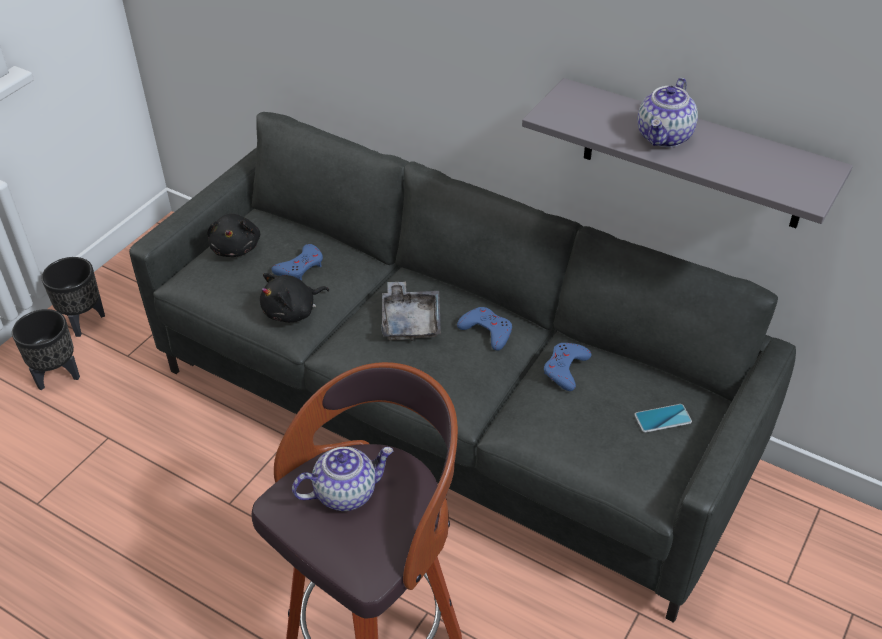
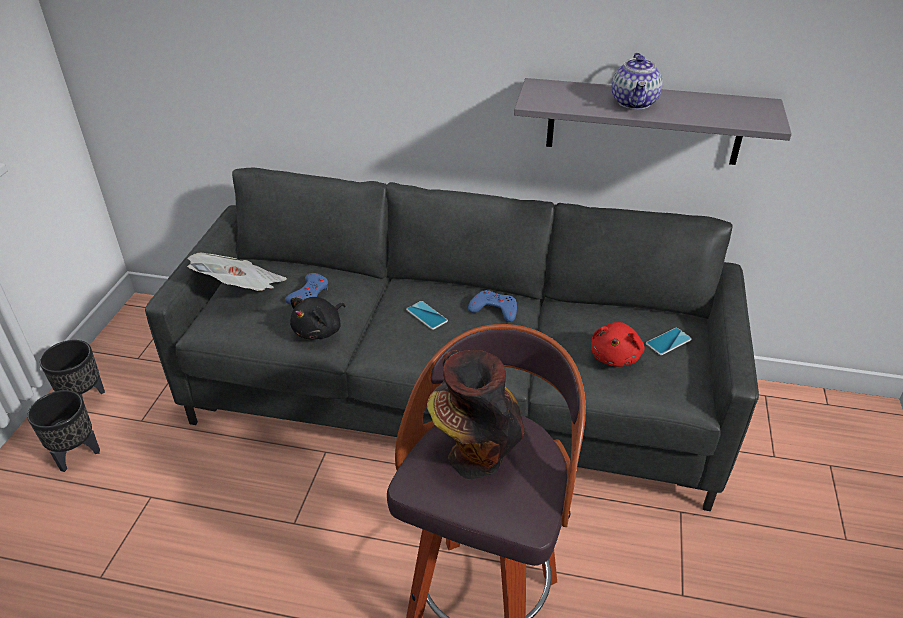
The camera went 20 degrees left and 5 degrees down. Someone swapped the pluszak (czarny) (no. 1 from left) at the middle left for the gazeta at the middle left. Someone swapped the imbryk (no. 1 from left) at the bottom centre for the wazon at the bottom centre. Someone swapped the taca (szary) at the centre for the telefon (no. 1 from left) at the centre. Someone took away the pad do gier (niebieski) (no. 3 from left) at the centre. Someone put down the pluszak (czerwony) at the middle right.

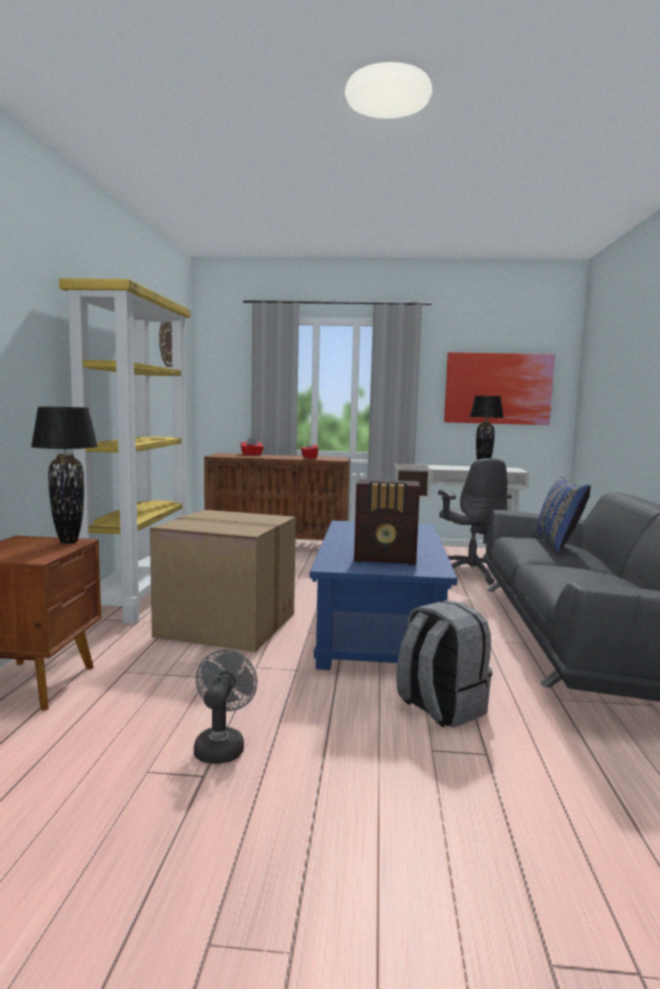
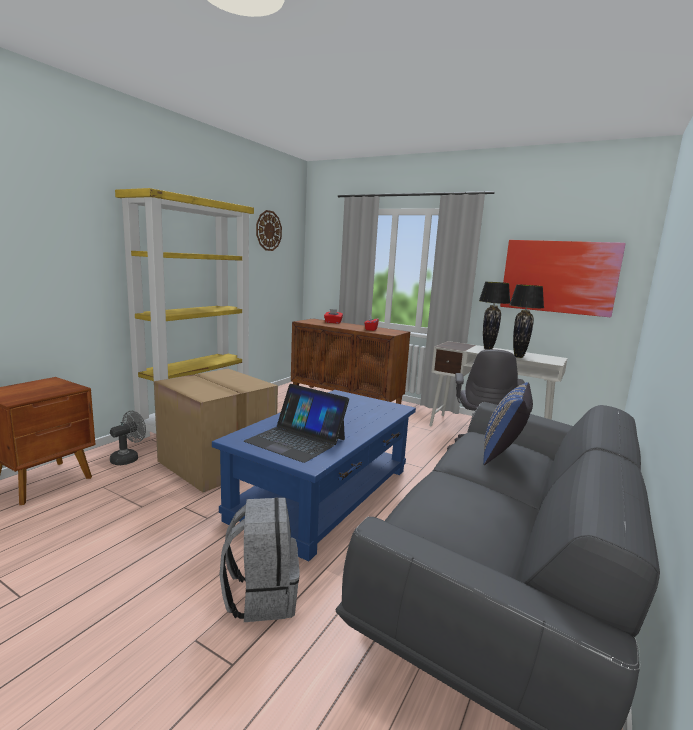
The camera went 25 degrees right and 5 degrees up. Someone carried the lampa stołowa (czarny) (no. 1 from left) from the middle left to the middle right. Someone carried the wentylator (szary) from the bottom centre to the middle left. Someone swapped the radio at the centre for the laptop at the centre.

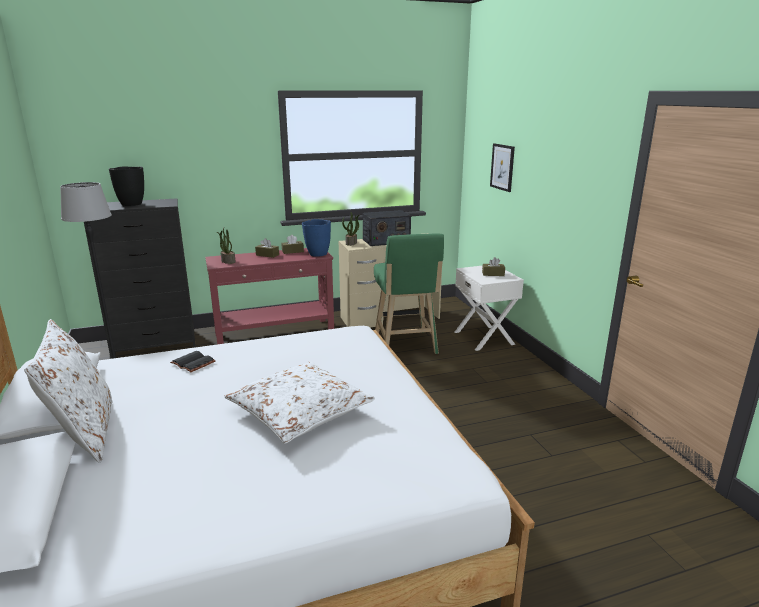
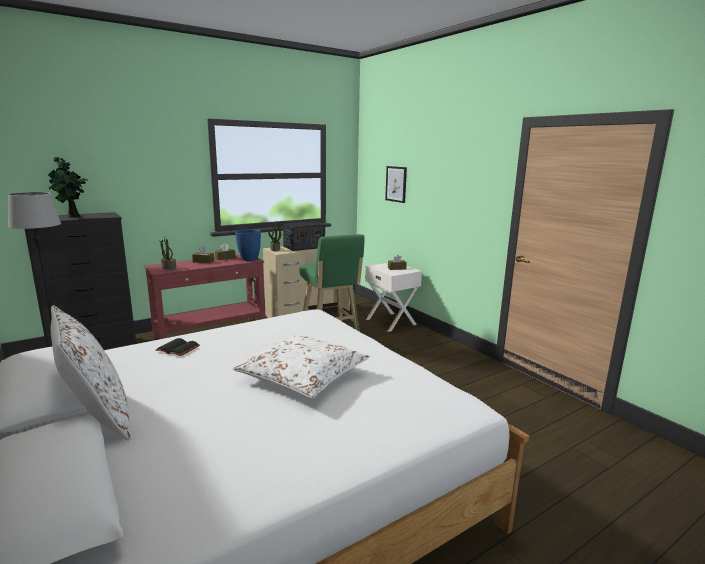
The camera went 15 degrees left and 5 degrees down. Someone swapped the wazon (czarny) at the top left for the roślina doniczkowa (no. 1 from left) at the top left.

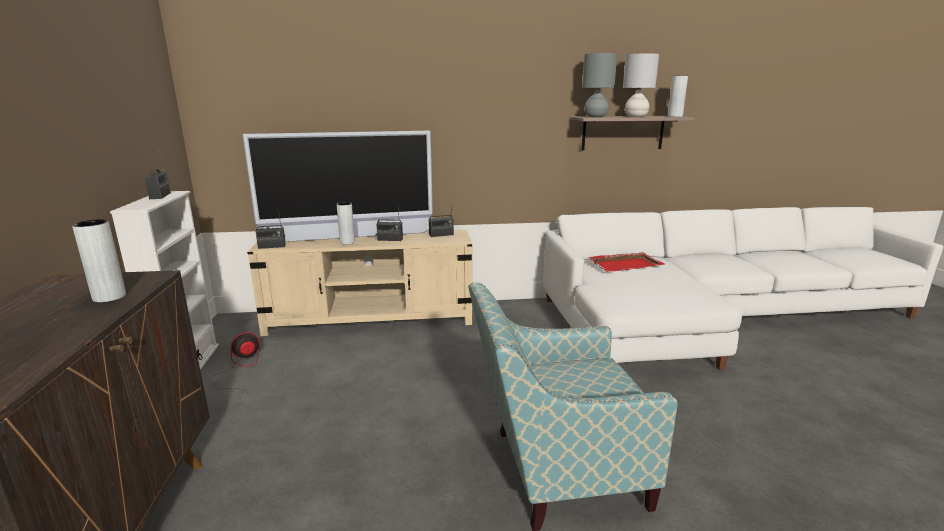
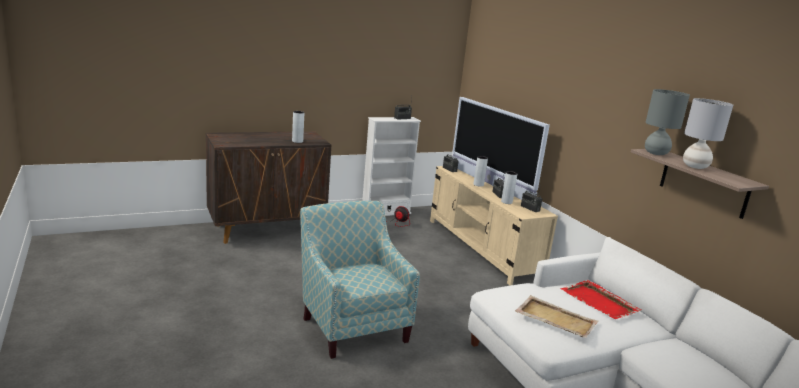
The camera went 70 degrees right and 0 degrees up. Someone carried the wazon (szary) (no. 3 from left) from the top right to the centre. Someone put down the taca (beżowy) at the bottom right.

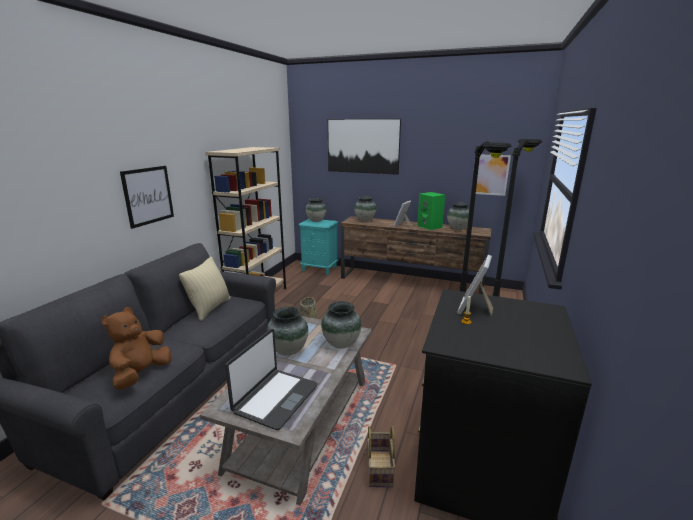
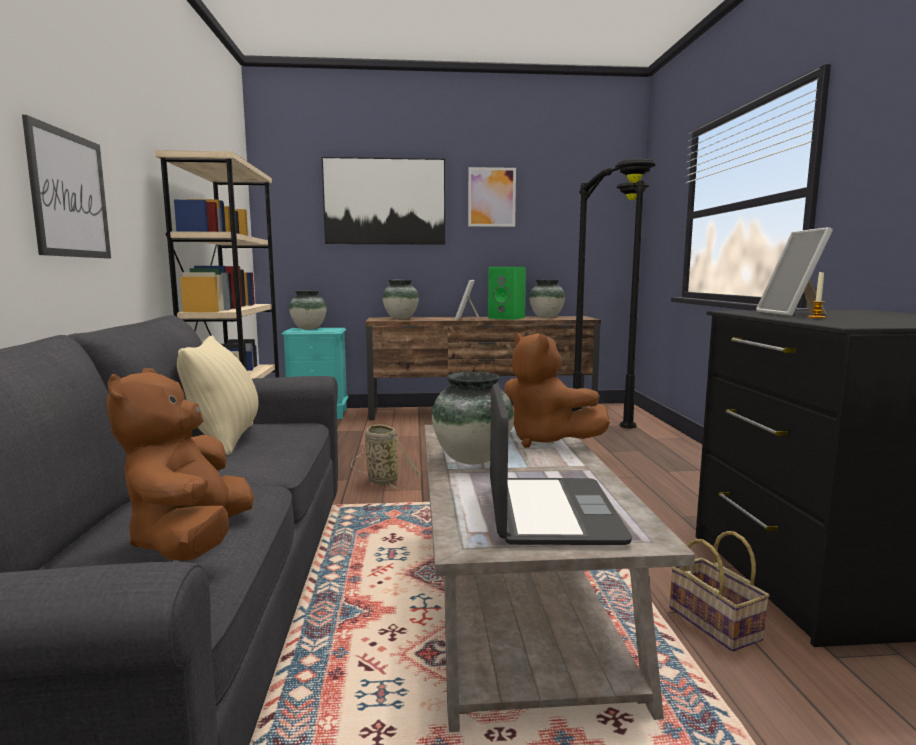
The camera went 25 degrees left and 10 degrees down. Someone swapped the wazon (no. 3 from left) at the centre for the pluszak (brązowy) (no. 2 from left) at the centre. Someone carried the obraz (no. 3 from left) from the middle right to the top centre.

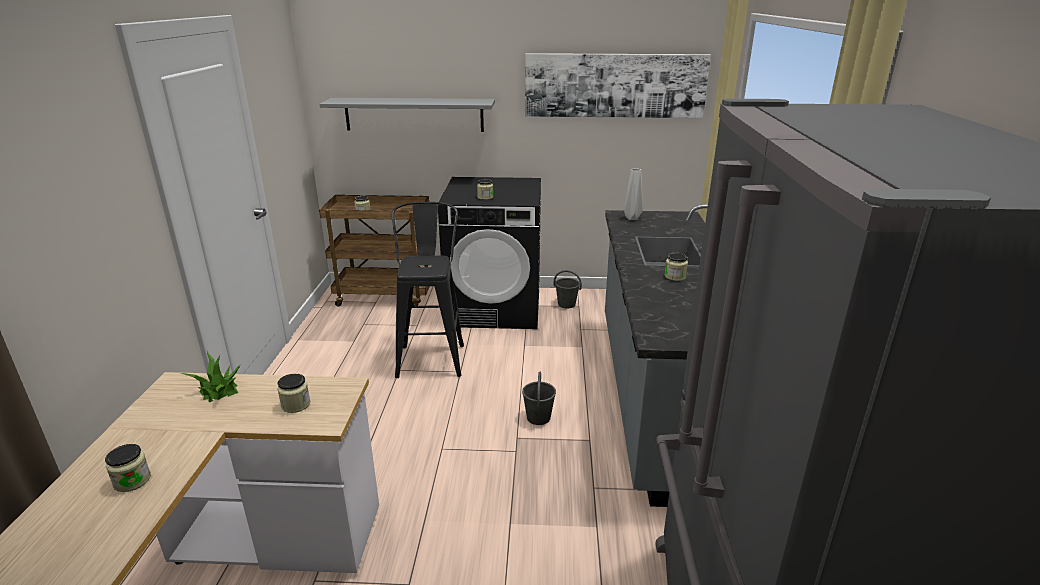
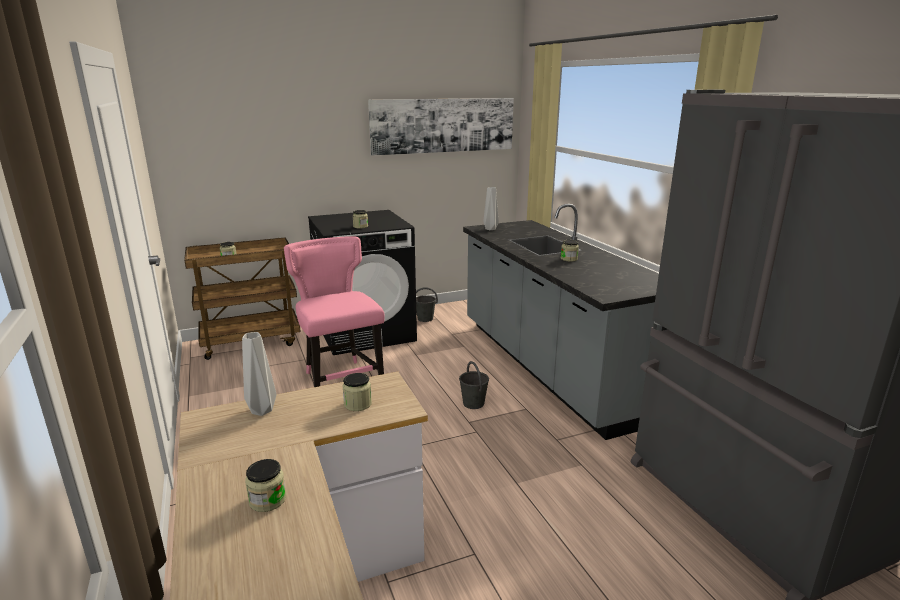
The camera went 25 degrees left and 5 degrees down. Someone swapped the roślina doniczkowa at the middle left for the wazon (szary) (no. 1 from left) at the middle left. Someone took away the półka (szary) at the top centre. Someone swapped the stołek (czarny) at the centre for the krzesło (różowy) at the centre.

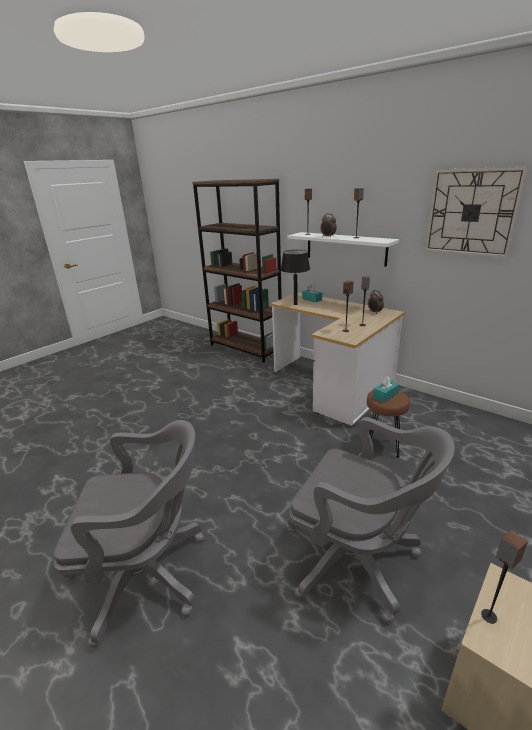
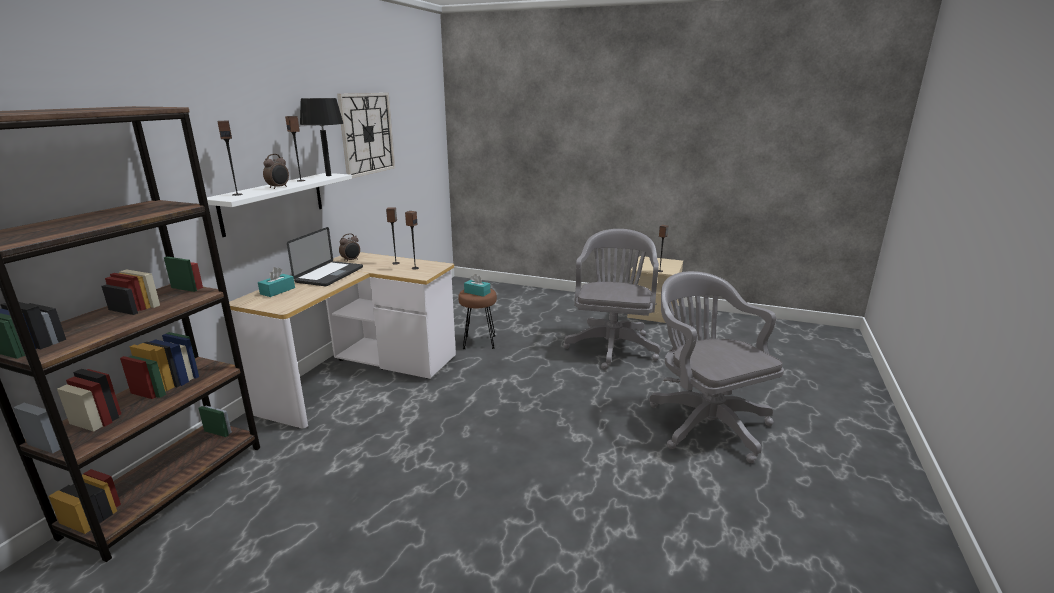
The camera went 110 degrees left and 5 degrees down. Someone carried the lampa stołowa (czarny) from the centre to the top left. Someone put down the laptop at the middle left.

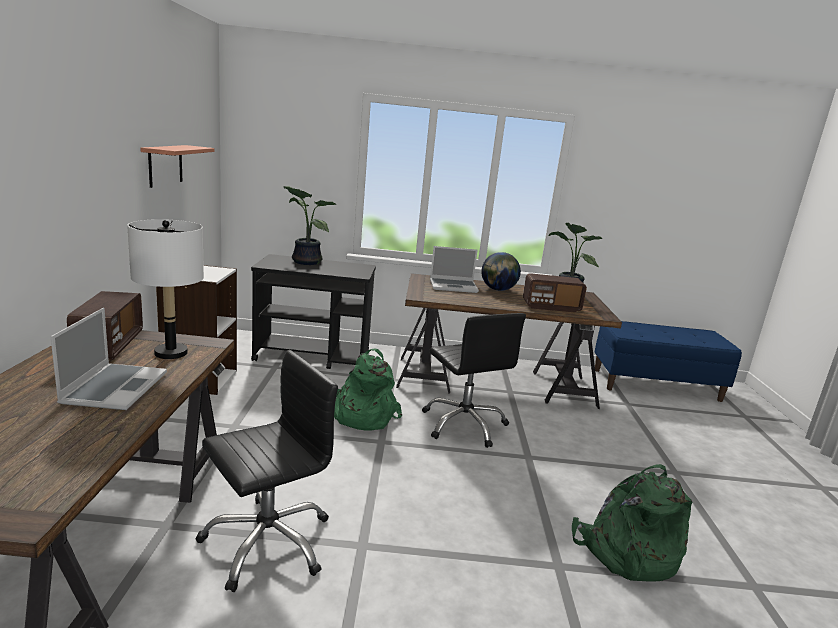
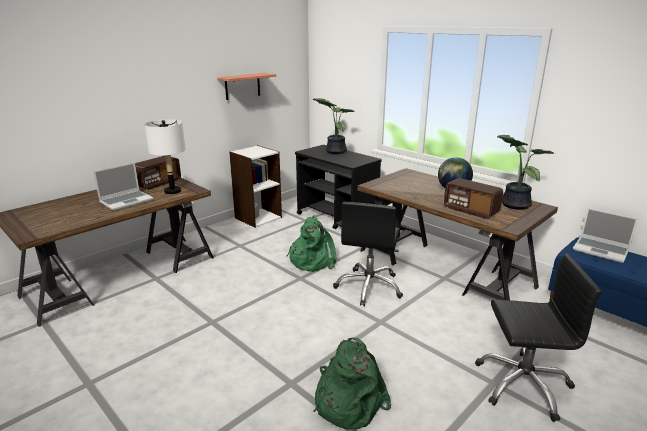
The camera went 45 degrees right and 5 degrees up. Someone carried the krzesło biurowe (czarny) (no. 1 from left in the first image) from the bottom left to the bottom right. Someone carried the laptop (no. 2 from left) from the centre to the middle right.

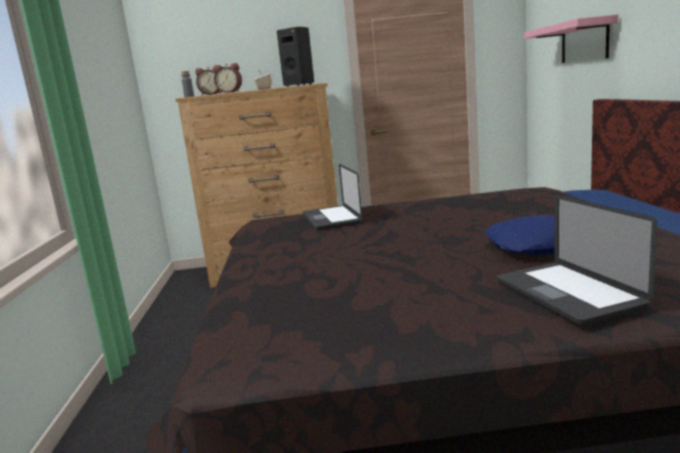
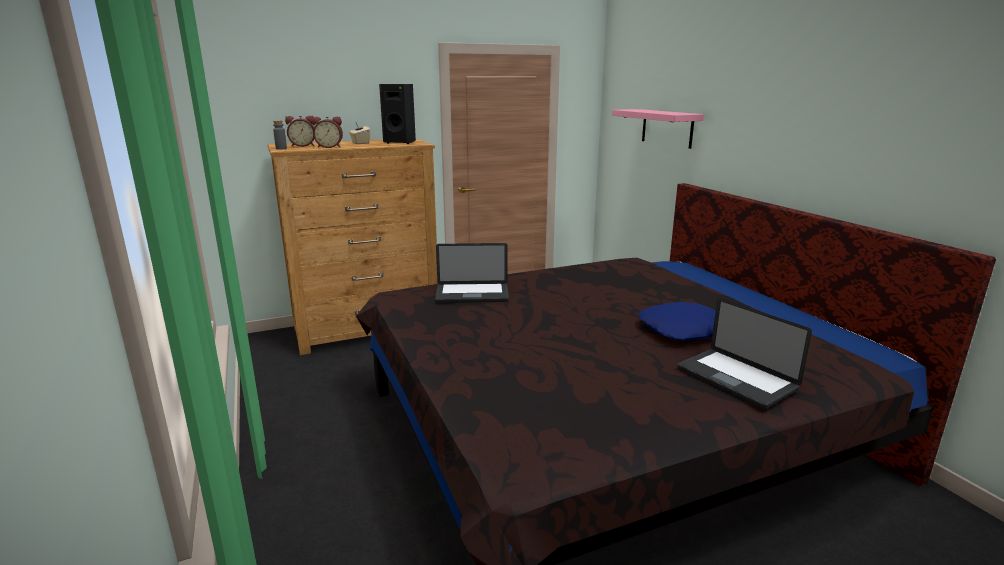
The camera went 20 degrees left and 5 degrees up. Someone rotated the laptop (no. 1 from left) at the centre by 60 degrees counterclockwise.

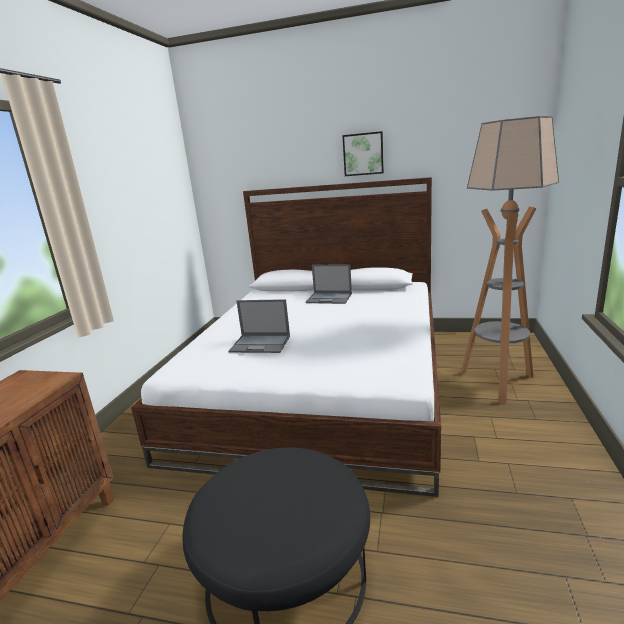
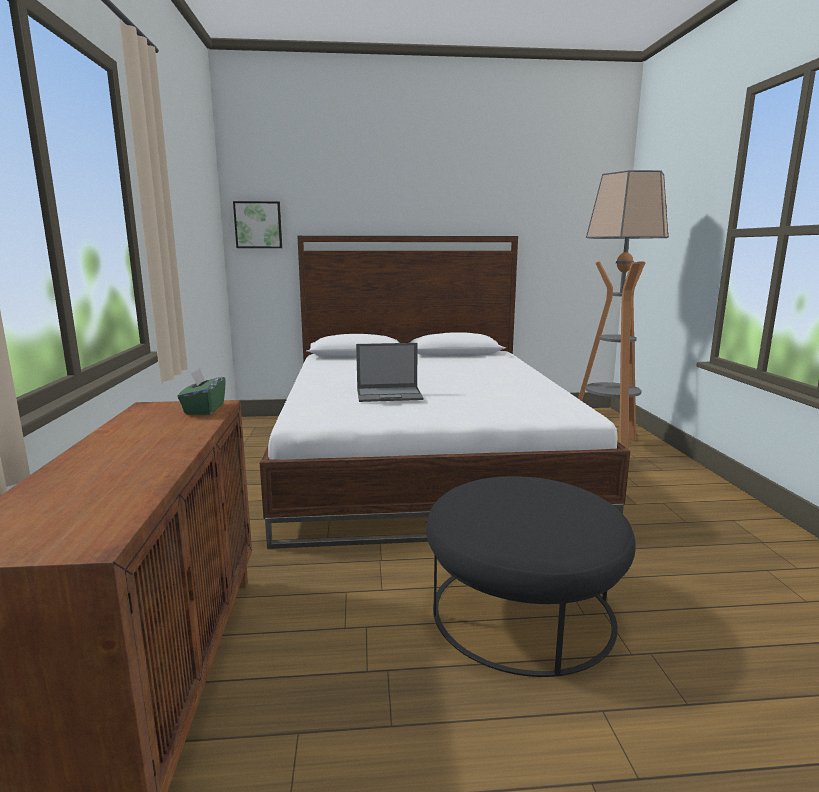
The camera went 20 degrees left and 5 degrees down. Someone took away the laptop (no. 2 from left) at the centre. Someone carried the obraz from the top centre to the top left. Someone put down the pudełko chusteczek (zielony) at the middle left.

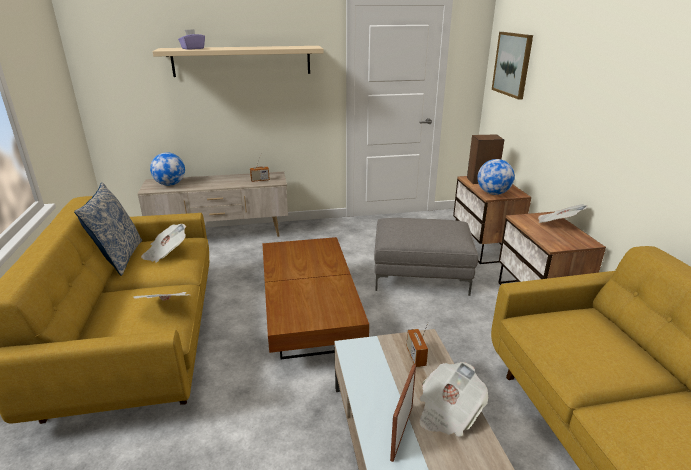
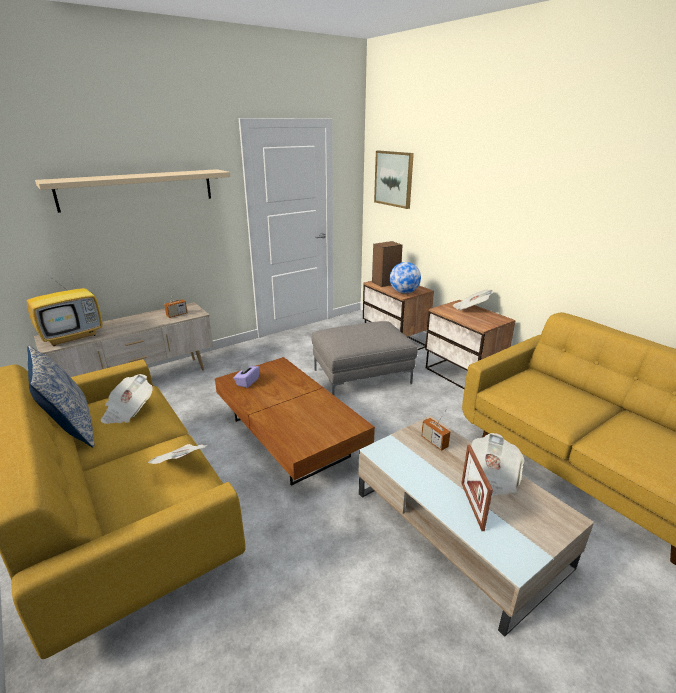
The camera went 25 degrees left and 0 degrees up. Someone swapped the globus (no. 1 from left) at the middle left for the telewizor at the middle left. Someone carried the pudełko chusteczek (fioletowy) from the top left to the centre.

